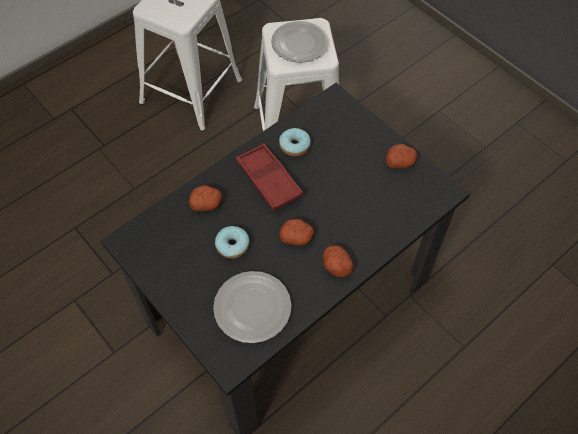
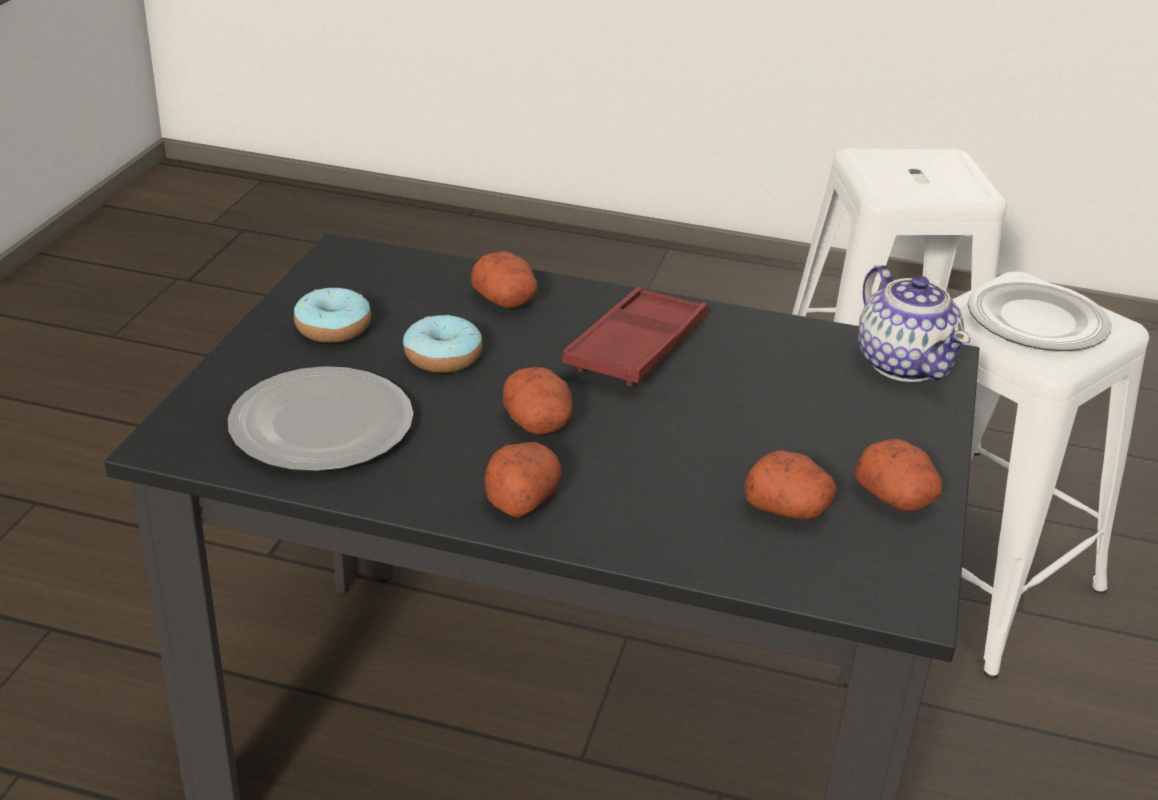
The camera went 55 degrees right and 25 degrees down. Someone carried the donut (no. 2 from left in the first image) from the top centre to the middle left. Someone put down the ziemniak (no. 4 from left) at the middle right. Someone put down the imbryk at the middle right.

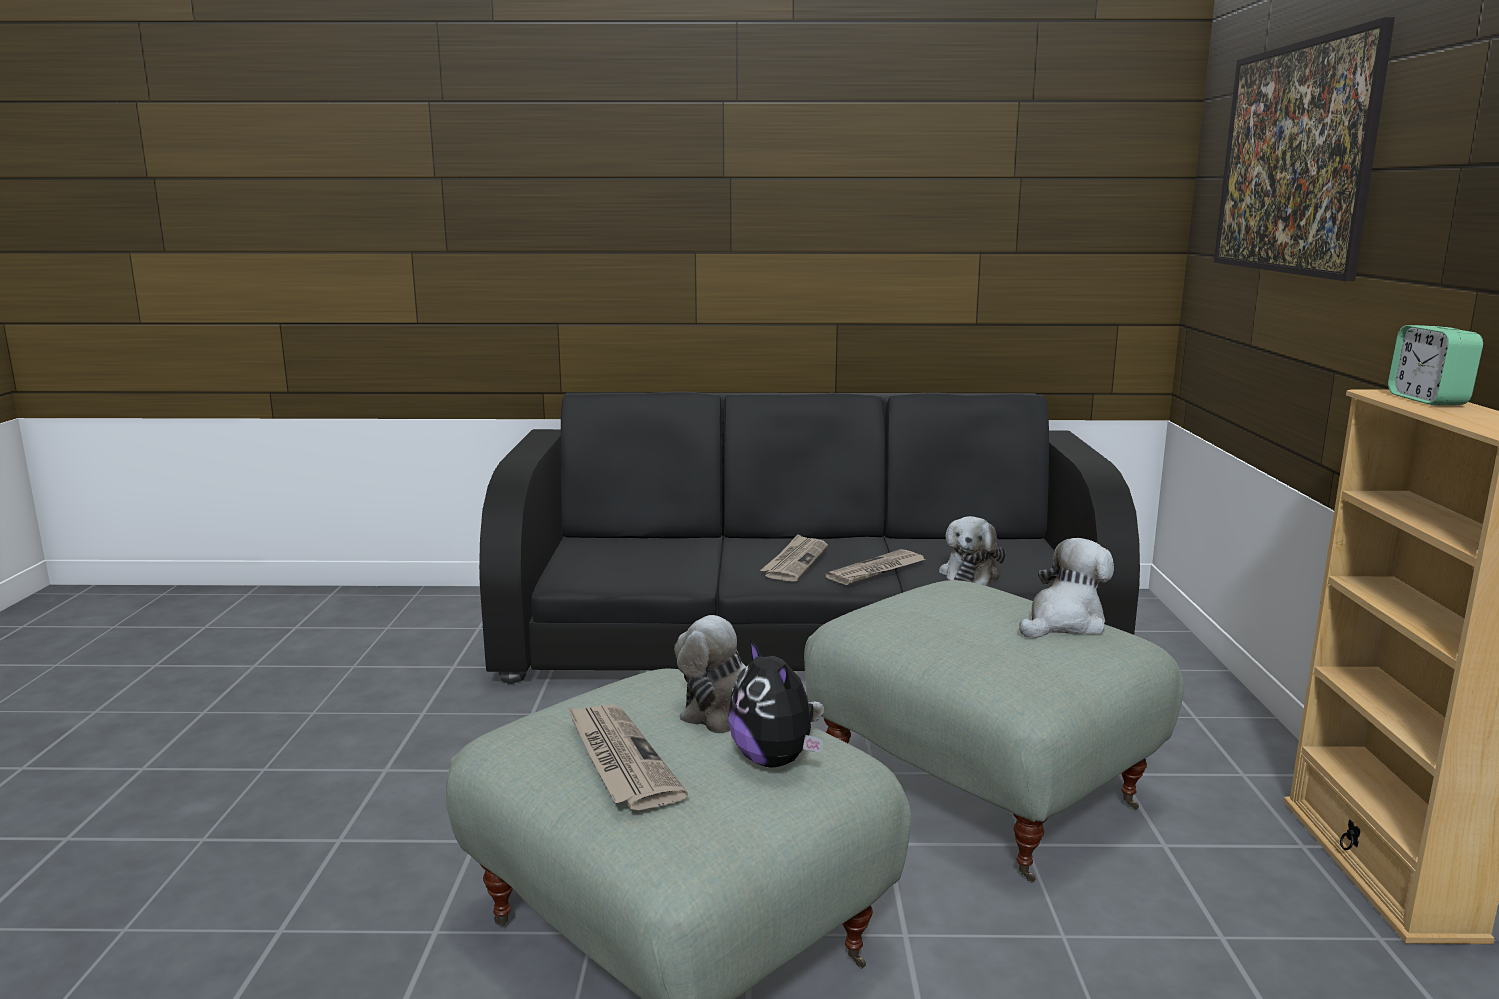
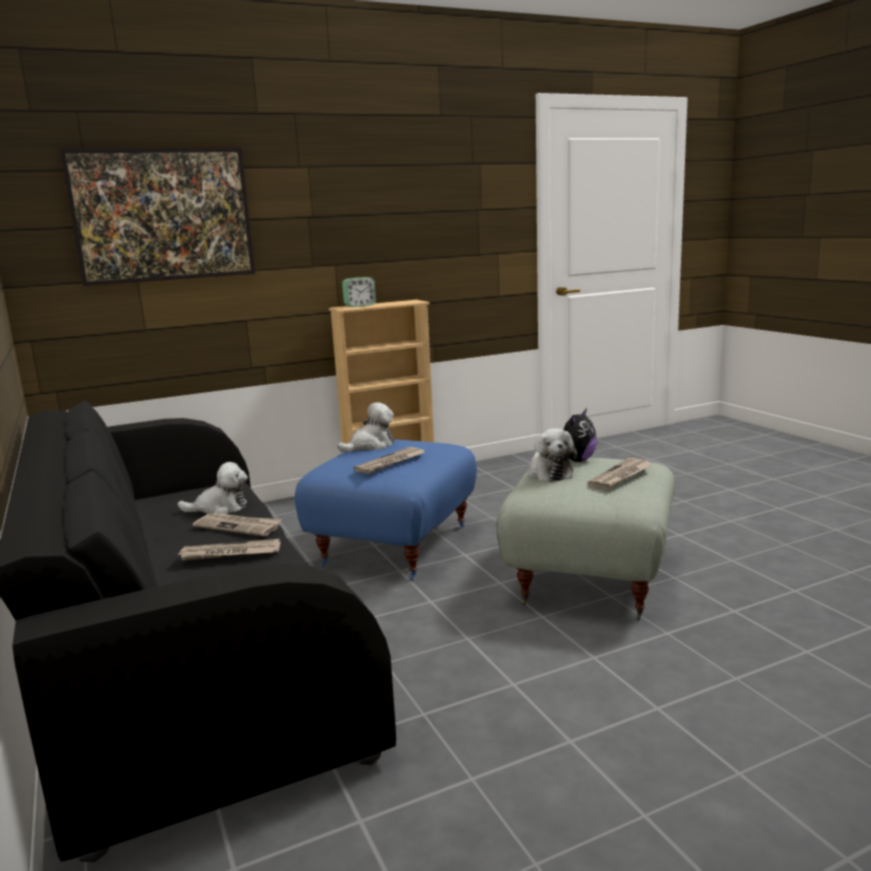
The camera went 115 degrees left and 0 degrees up. Someone repainted the pufa (szary) (no. 2 from left) at the bottom centre, which became the pufa (niebieski) at the centre. Someone rotated the pluszak (no. 4 from left in the first image) at the middle right by 120 degrees clockwise. Someone put down the gazeta (no. 3 from left) at the centre.

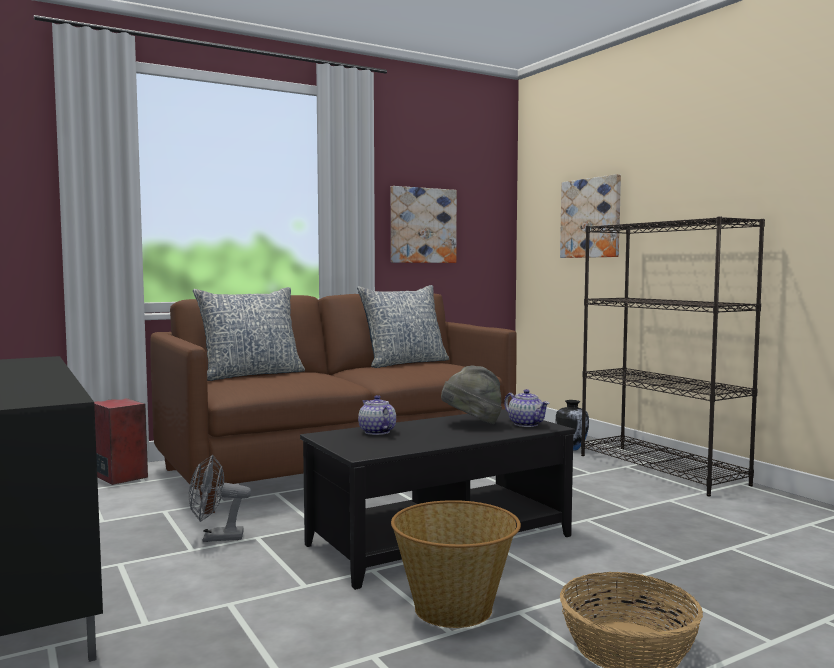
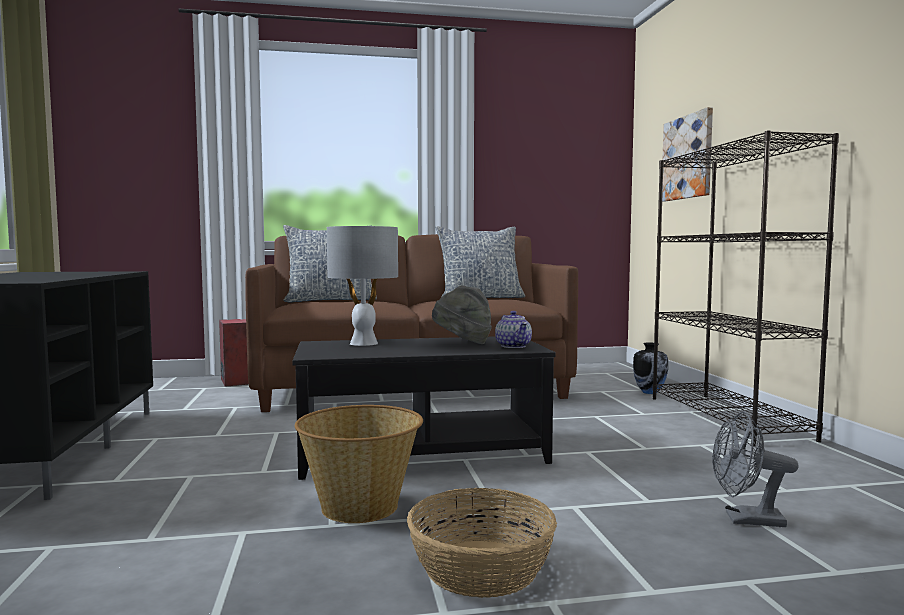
The camera went 20 degrees right and 0 degrees up. Someone carried the wentylator (szary) from the bottom left to the bottom right. Someone swapped the imbryk (no. 1 from left) at the centre for the lampa stołowa (szary) at the centre. Someone took away the obraz (no. 1 from left) at the centre.

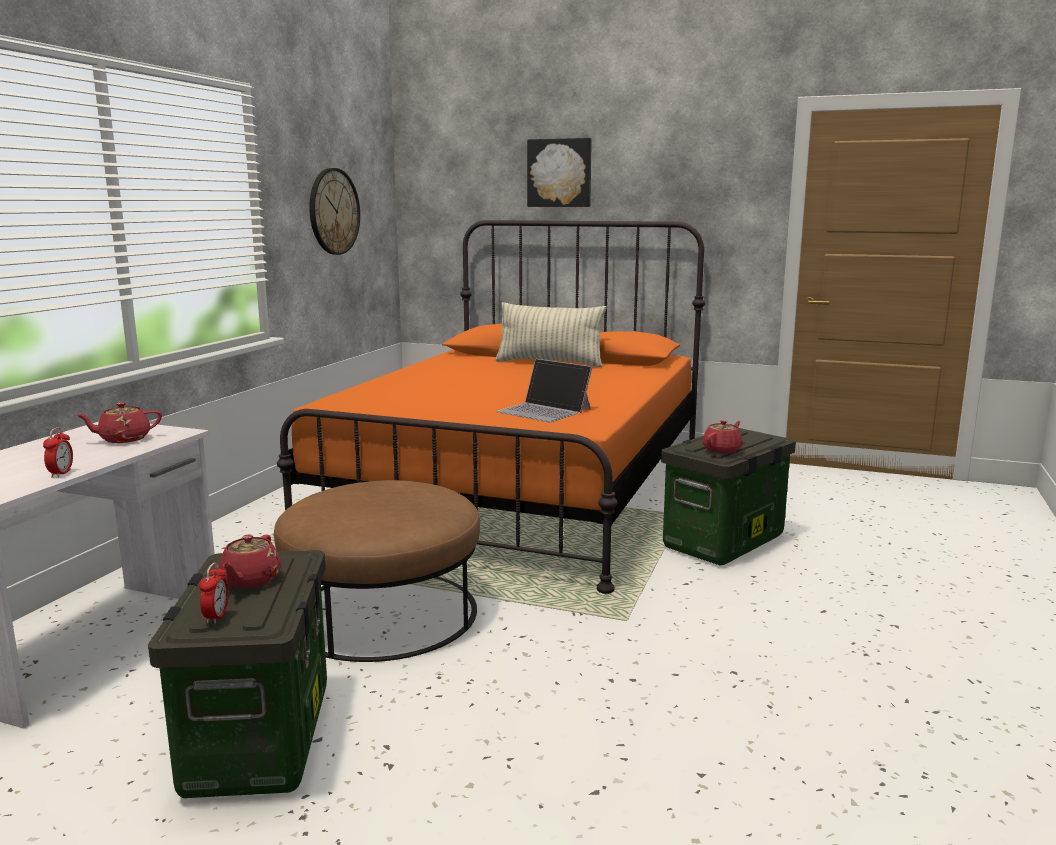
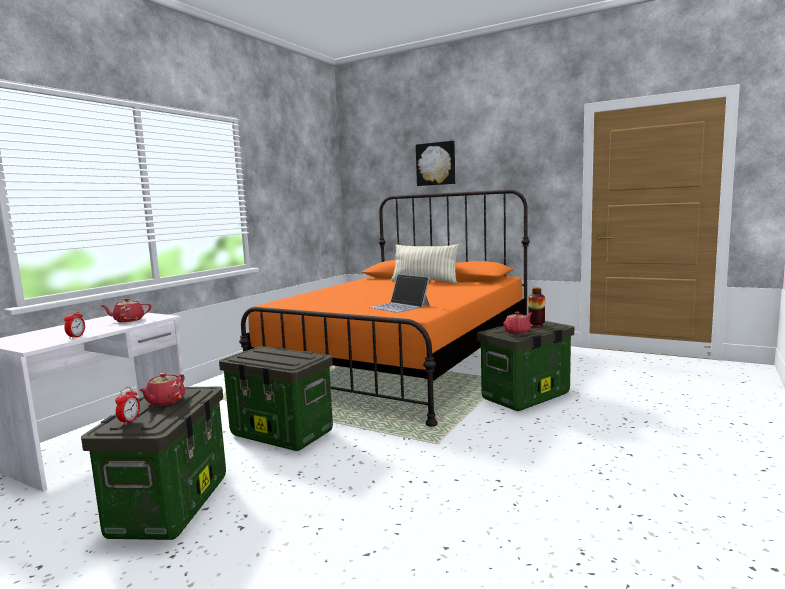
The camera went 10 degrees right and 5 degrees down. Someone swapped the pufa (brązowy) at the bottom centre for the pojemnik do przechowywania (no. 2 from left) at the bottom centre. Someone took away the zegar ścienny at the top left. Someone put down the wazon at the middle right.

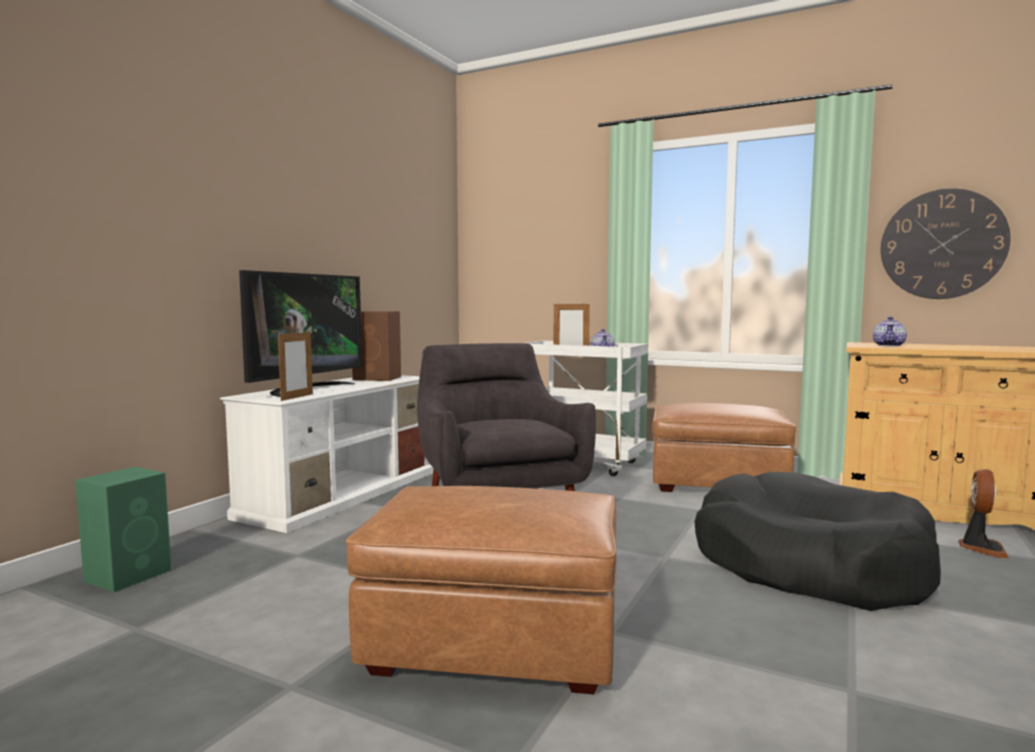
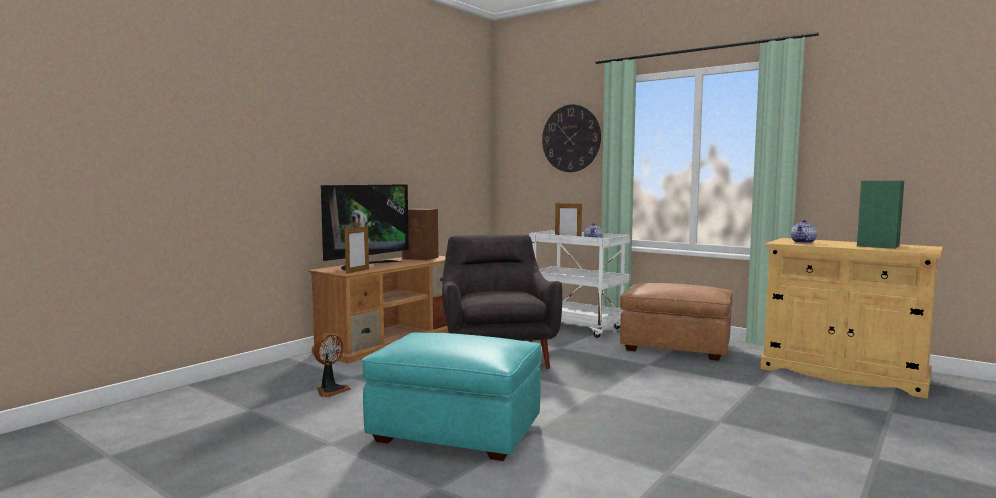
The camera went 10 degrees right and 0 degrees up. Someone carried the głośnik (zielony) from the bottom left to the middle right. Someone repainted the szafka pod telewizor (biały) at the middle left, which became the szafka pod telewizor (brązowy) at the centre. Someone repainted the pufa (brązowy) (no. 1 from left) at the bottom centre, which became the pufa (turkusowy) at the bottom centre. Someone took away the legowisko (czarny) at the bottom right. Someone carried the zegar ścienny from the top right to the top centre. Someone carried the wentylator from the bottom right to the bottom centre.

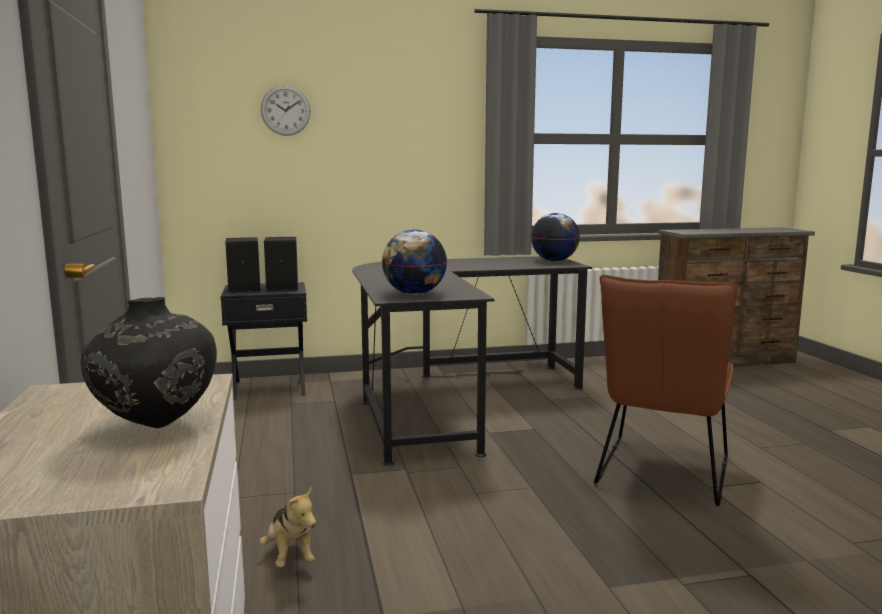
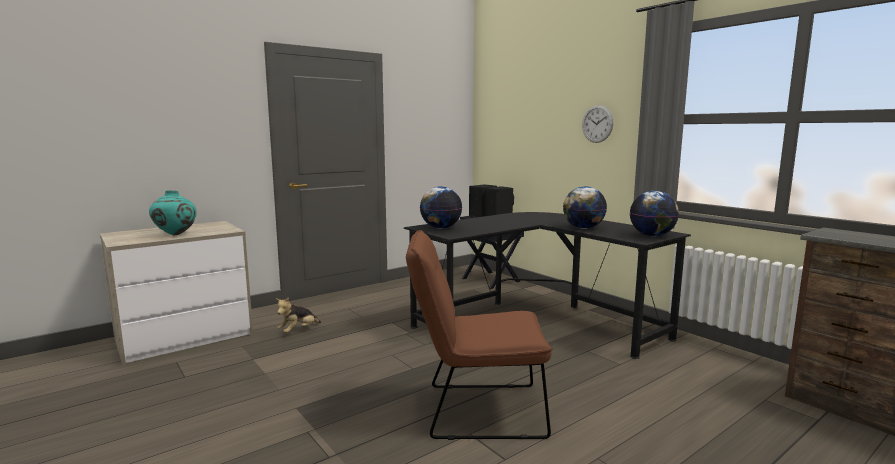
The camera went 65 degrees right and 0 degrees up. Someone repainted the wazon (czarny) at the middle left, which became the wazon (turkusowy) at the middle left. Someone carried the zegar ścienny from the top left to the top right. Someone put down the globus (no. 2 from left) at the centre.

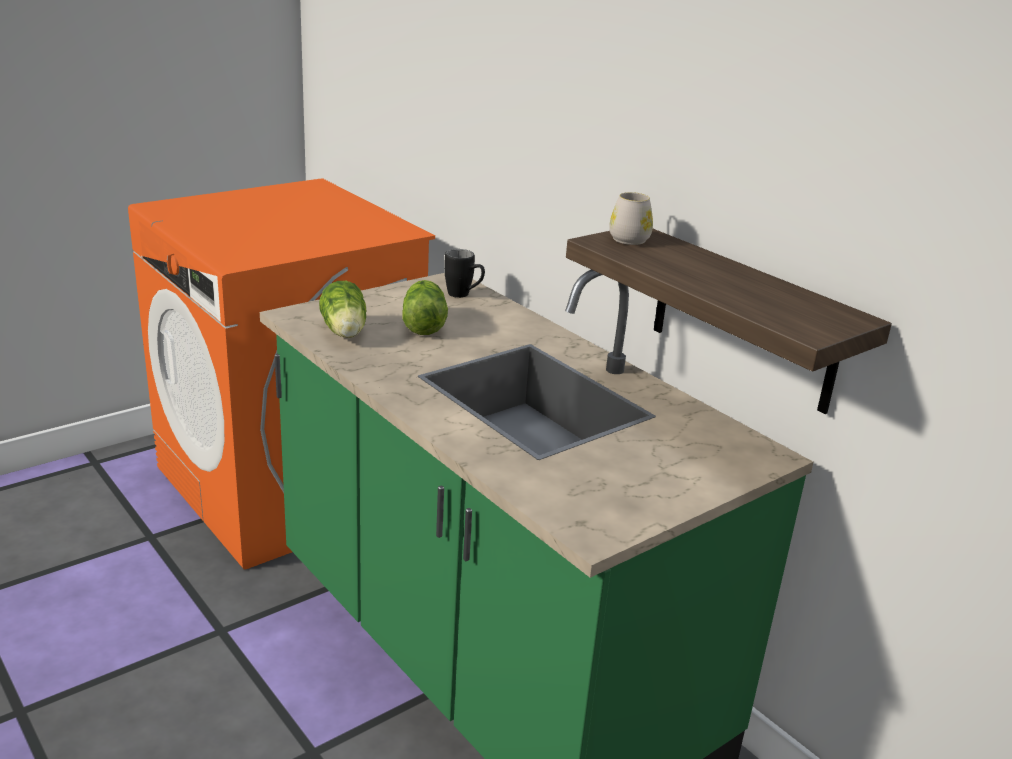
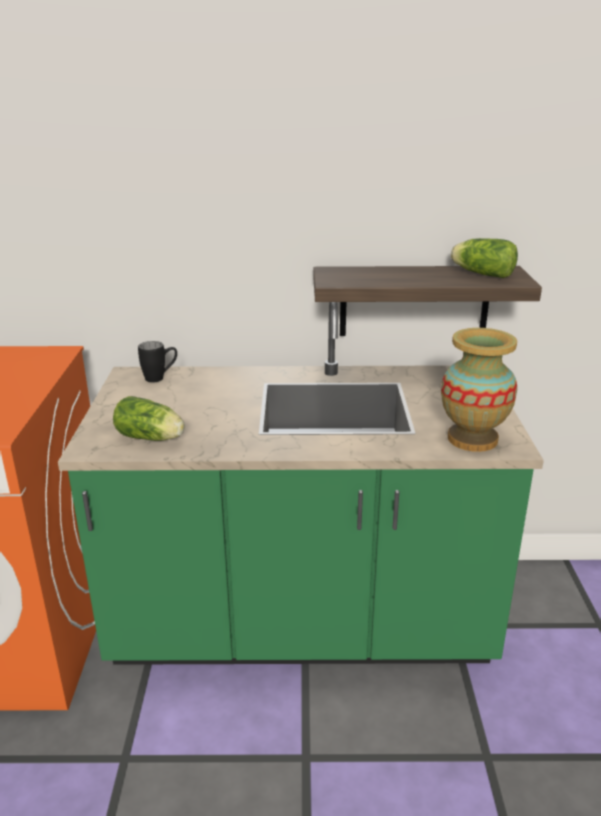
The camera went 50 degrees left and 0 degrees up. Someone carried the sałata (no. 2 from left) from the centre to the top right. Someone took away the kubek (biały) at the top centre. Someone put down the wazon at the middle right.

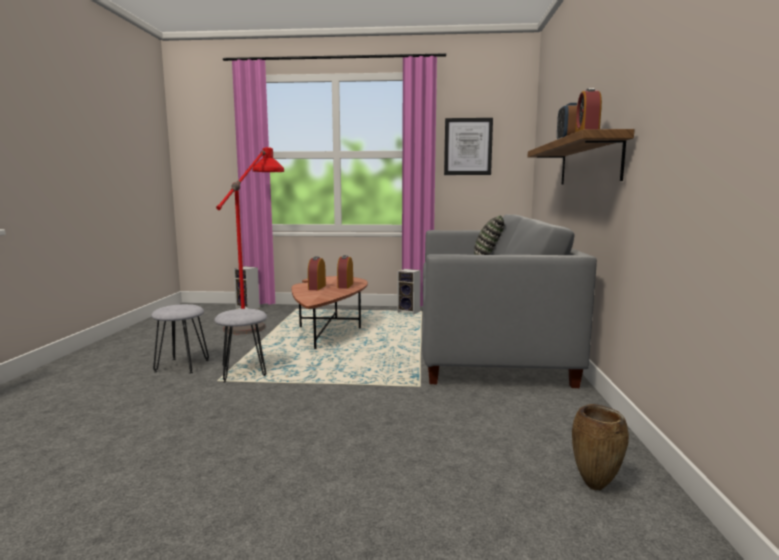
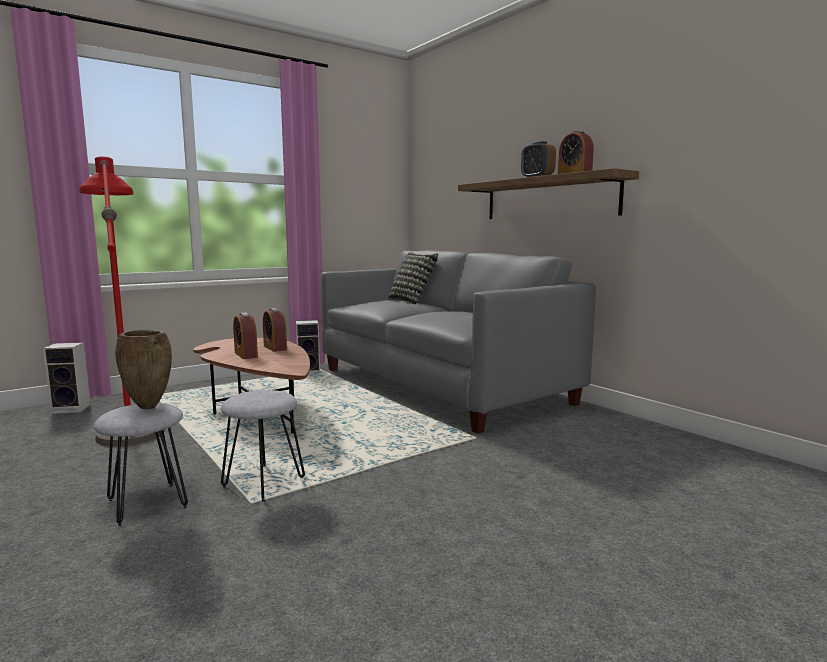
The camera went 40 degrees left and 0 degrees up. Someone took away the obraz at the top centre. Someone carried the wazon (brązowy) from the bottom right to the middle left.

